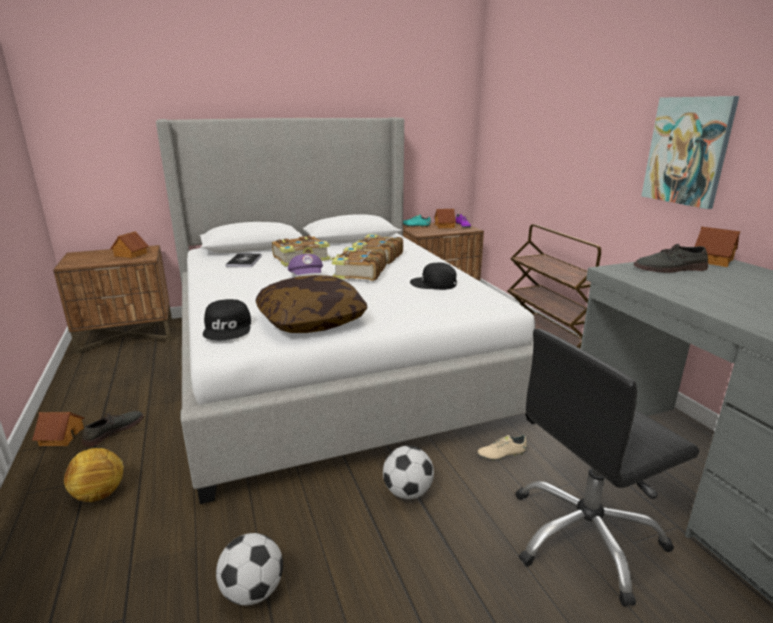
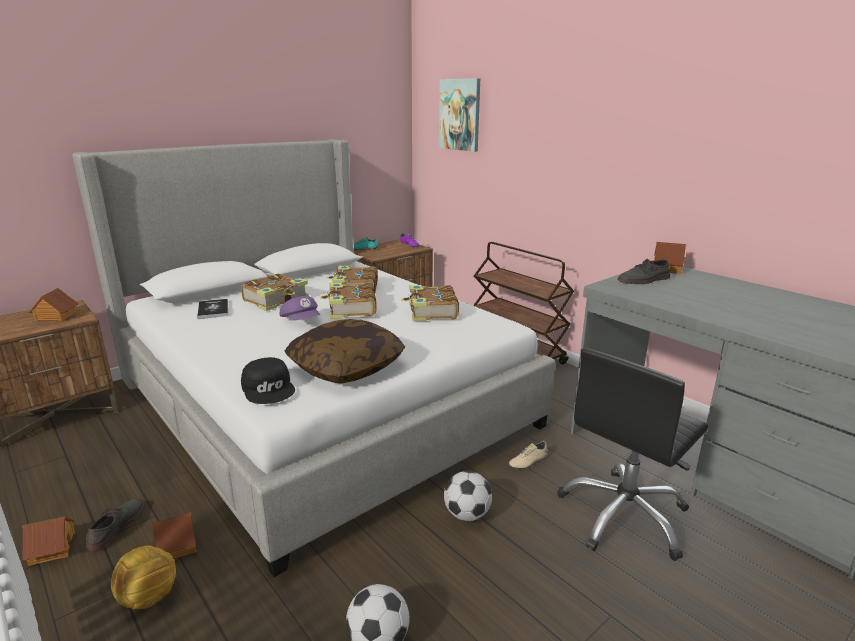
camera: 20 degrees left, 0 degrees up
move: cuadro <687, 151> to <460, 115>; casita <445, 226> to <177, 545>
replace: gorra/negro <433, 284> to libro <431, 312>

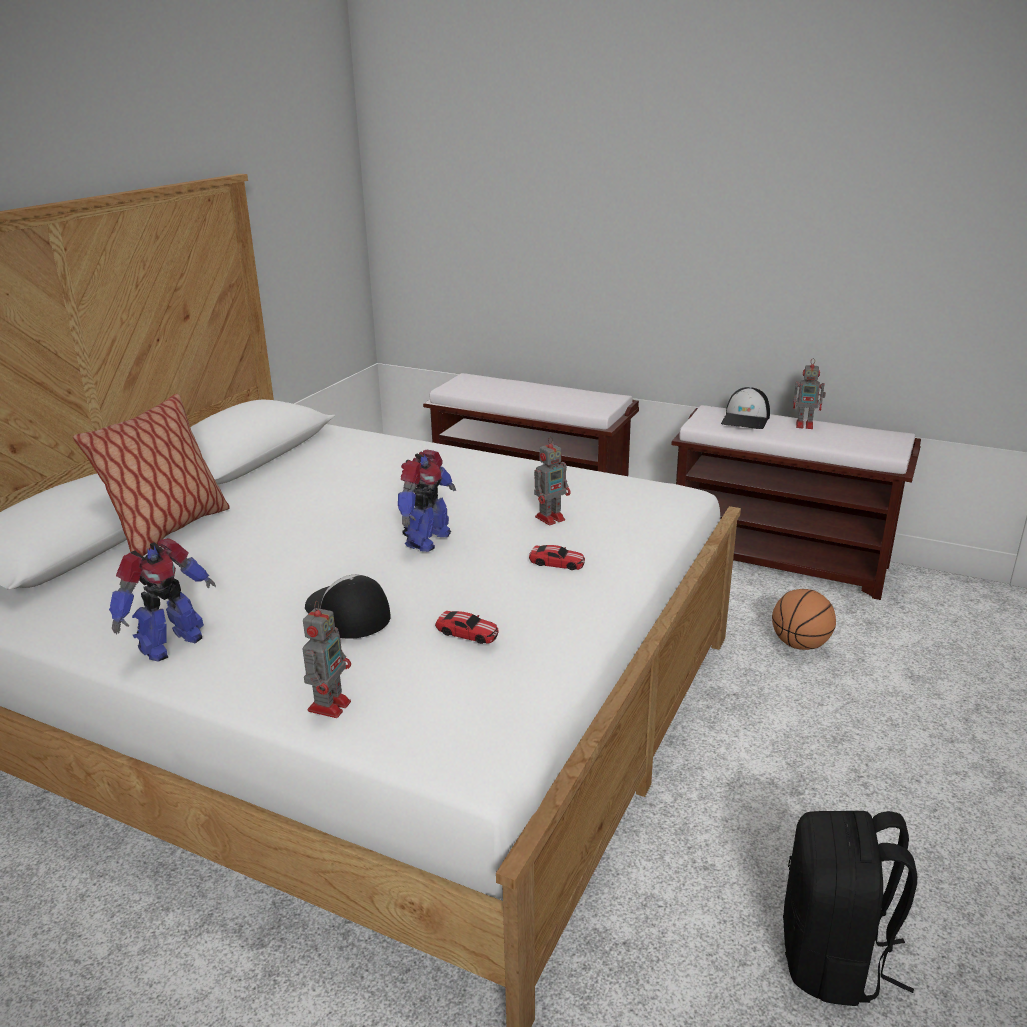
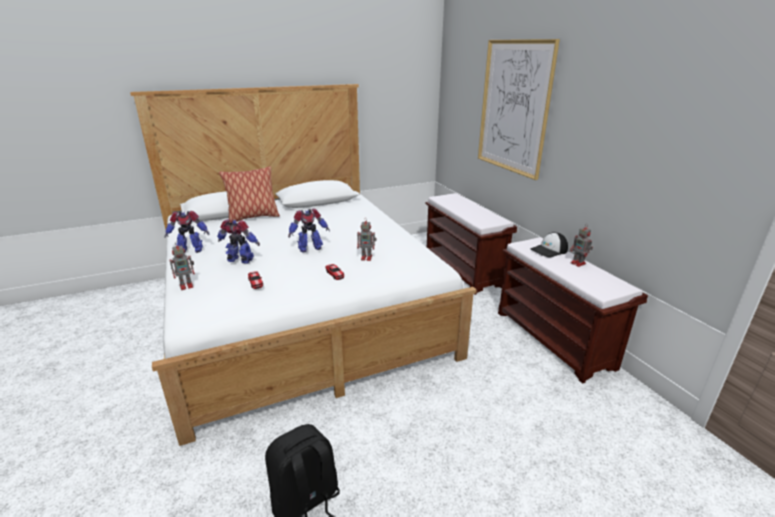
camera: 40 degrees right, 0 degrees up
delete: balón de baloncesto <800, 644>
insert: cuadro <514, 107>
replace: gorra <347, 612> to robot de juguete <240, 260>

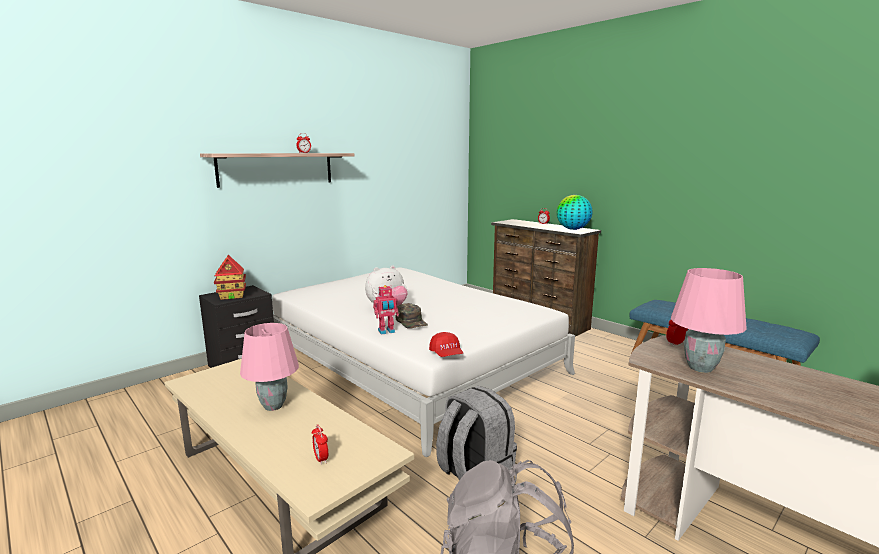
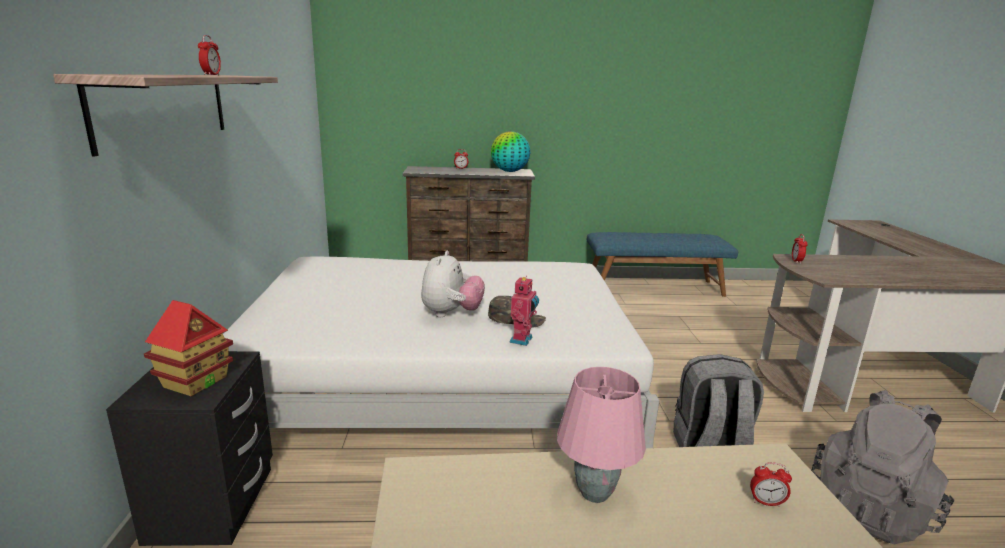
camera: 50 degrees left, 5 degrees up
delete: lámpara de mesa/rosa <701, 368>; gorra/rojo <446, 354>

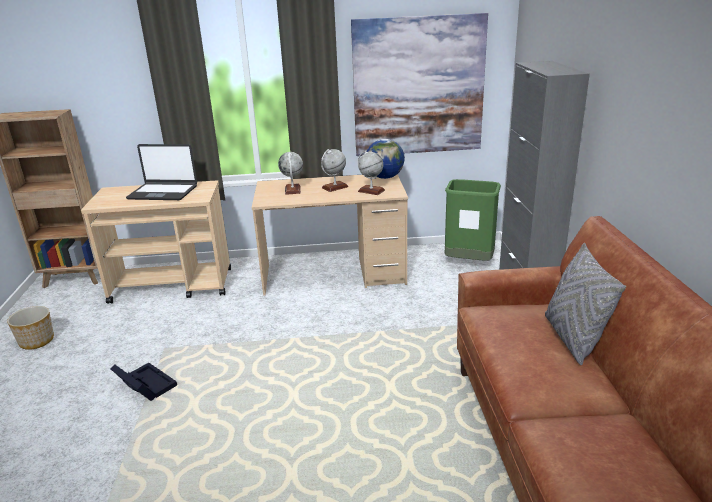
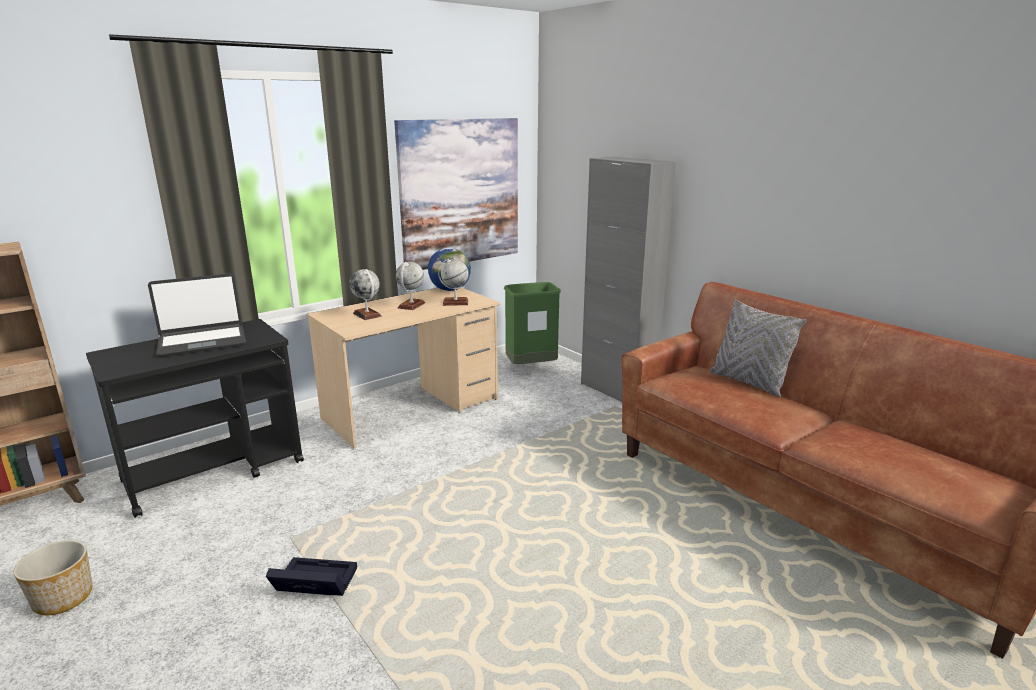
camera: 35 degrees left, 5 degrees down
recolor: carrito/beis <173, 286> to carrito/negro <215, 471>

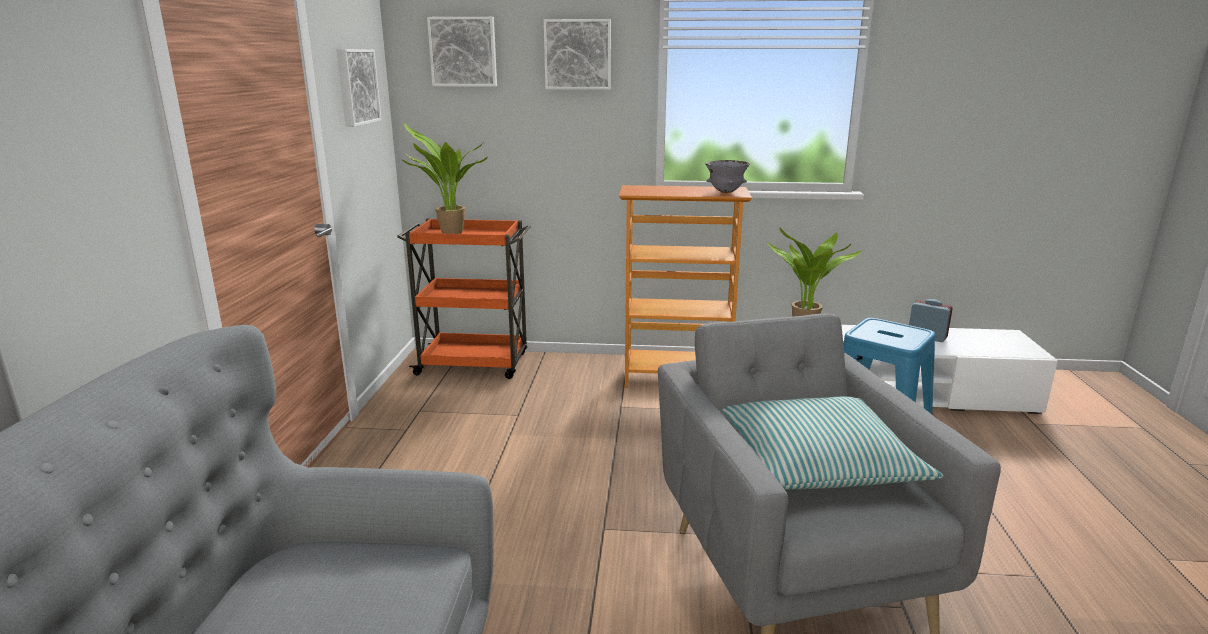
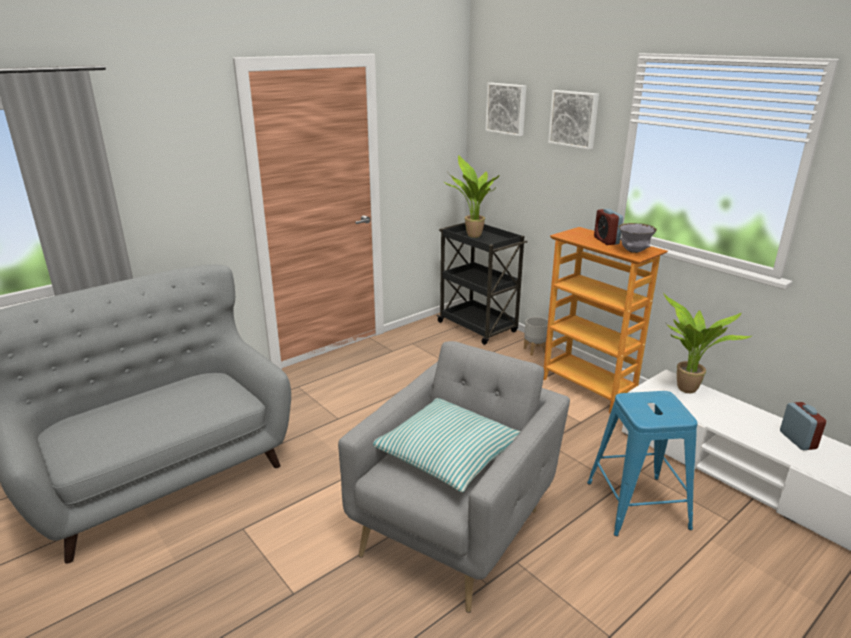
camera: 45 degrees right, 5 degrees up
delete: cuadro <356, 87>
insert: despertador <606, 241>; maceta/gris <535, 350>
recolor: carrito/naranja <475, 364> to carrito/negro <478, 327>

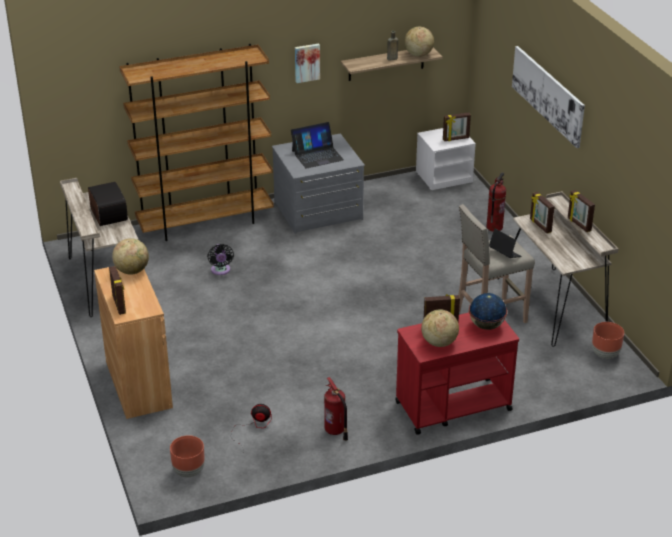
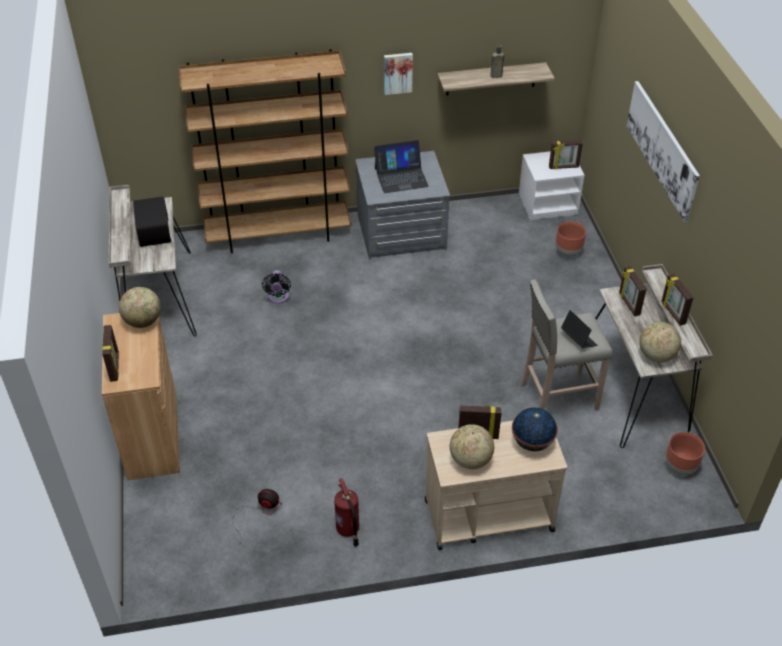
camera: 10 degrees right, 10 degrees up
delete: extintor <494, 227>
move: globo terráqueo <418, 55> to <656, 355>; maceta/marrón <188, 472> to <568, 252>
recolor: carrito/rojo <452, 406> to carrito/beis <487, 515>

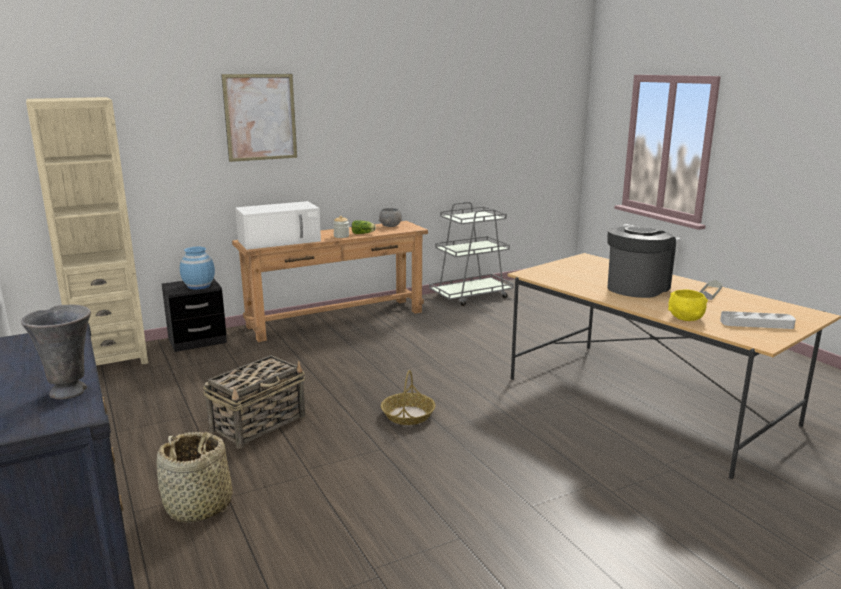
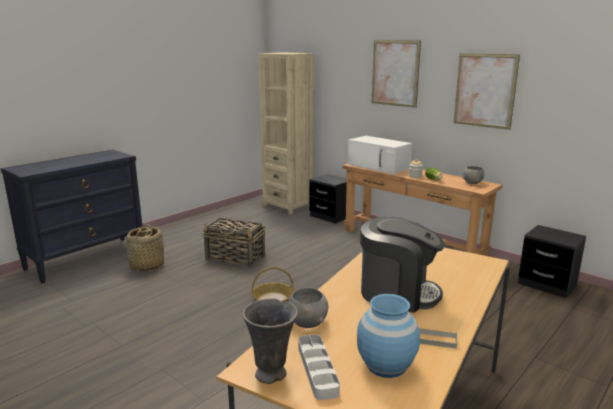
camera: 70 degrees right, 0 degrees up
insert: cuadro <485, 90>
move: florero/azul <198, 286> to <386, 365>; florero/gris <70, 391> to <272, 374>
replace: carrito/gris <471, 296> to mesita de noche/negro <547, 284>
recolor: cuenco/amarillo <685, 318> to cuenco/gris <308, 322>

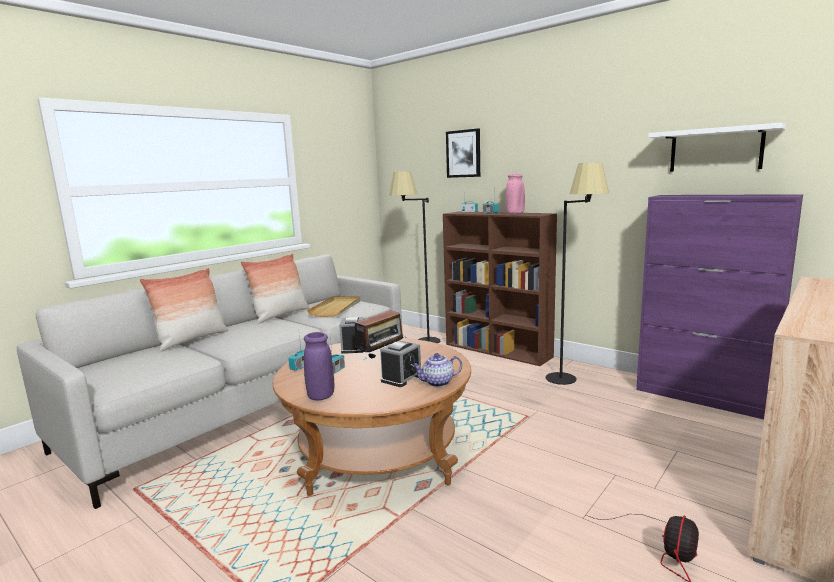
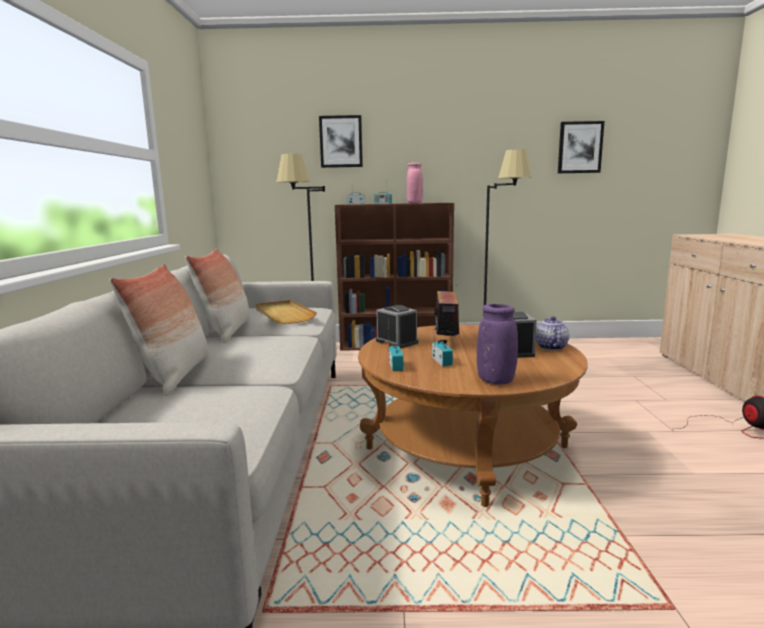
camera: 40 degrees left, 0 degrees up
delete: armario/morado <703, 398>
replace: estante/blanco <715, 150> to cuadro <580, 147>
rotate: tetera <437, 383> = <550, 347> 150 degrees clockwise

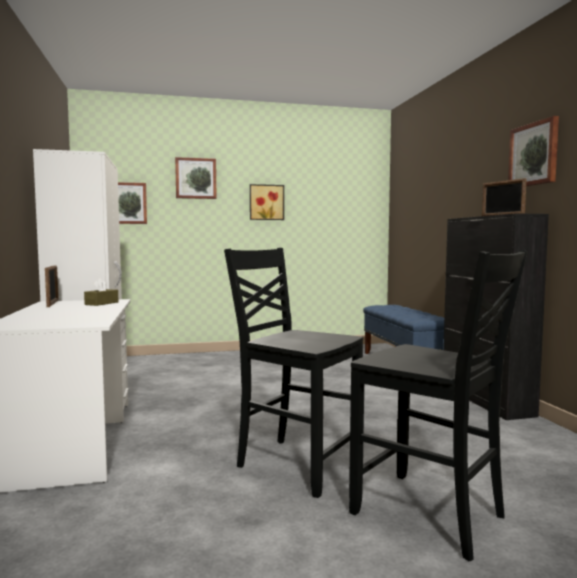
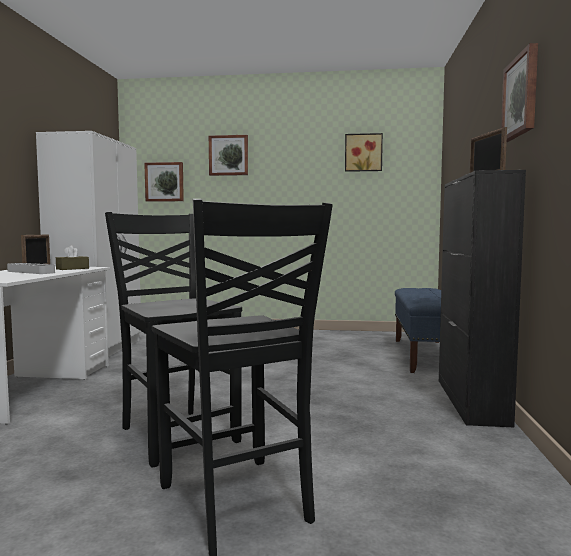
camera: 20 degrees right, 0 degrees up
insert: bandeja/gris <30, 272>
move: cuadro <266, 202> to <363, 152>

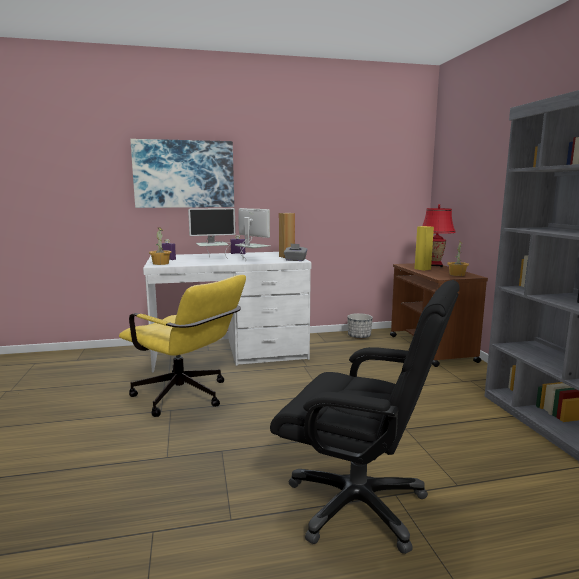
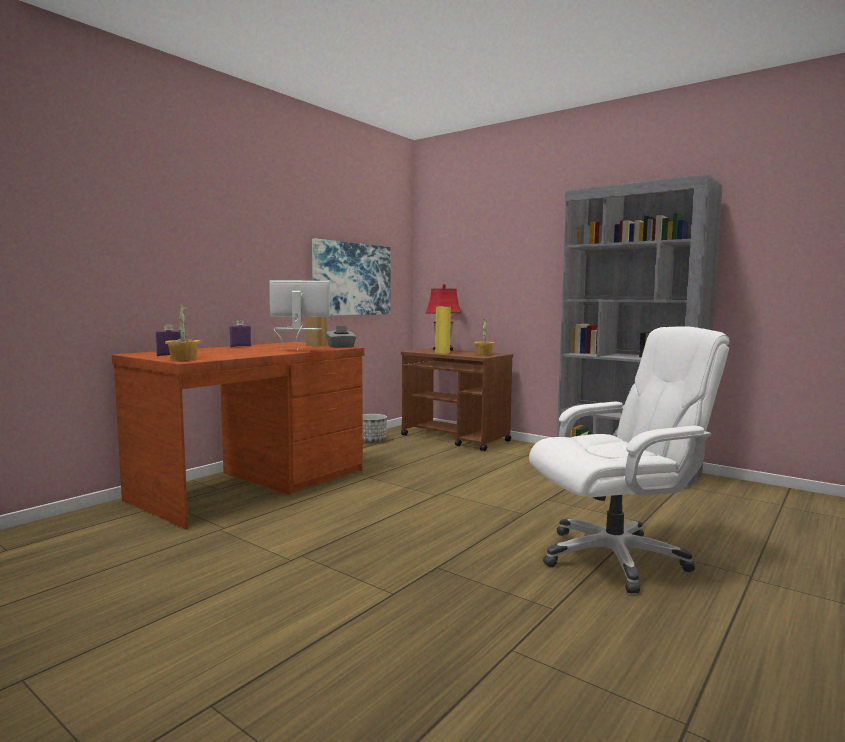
camera: 40 degrees left, 5 degrees down
delete: monitor <213, 260>; silla de oficina/amarillo <187, 397>
move: cuadro <184, 174> to <352, 279>
recolor: escritorio/blanco <230, 352> to escritorio/marrón <253, 484>; silla de oficina/negro <358, 504> to silla de oficina/blanco <614, 557>

